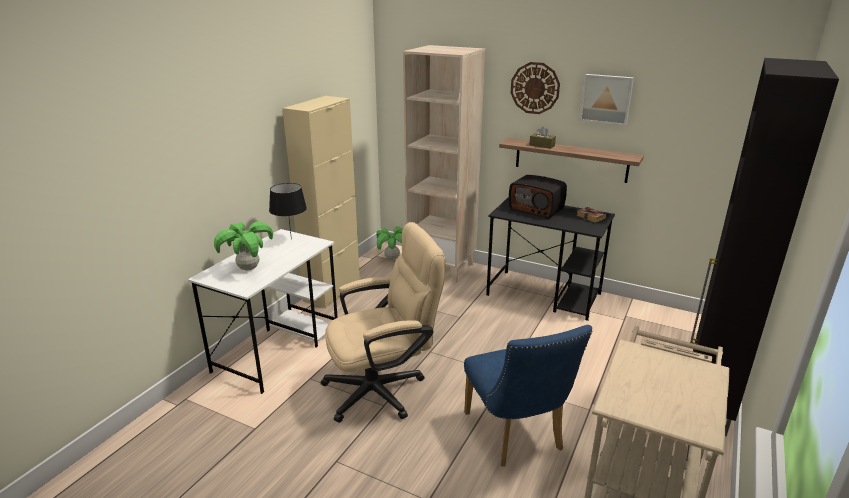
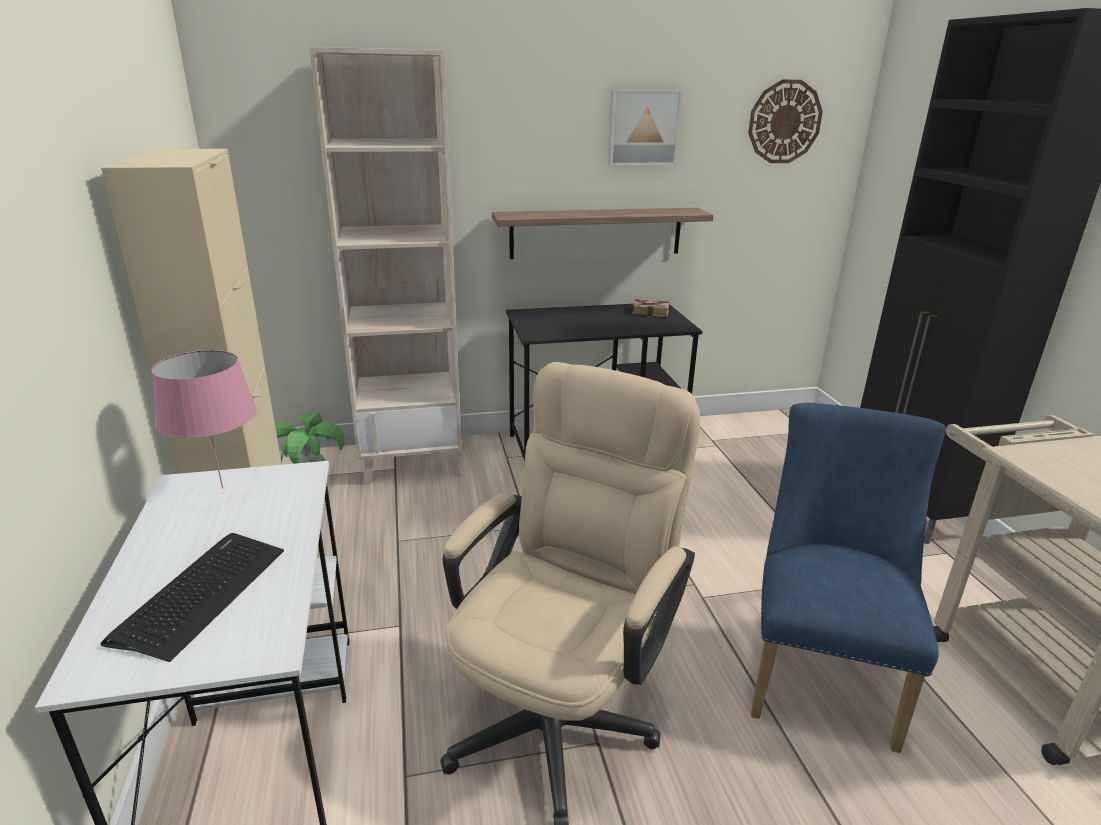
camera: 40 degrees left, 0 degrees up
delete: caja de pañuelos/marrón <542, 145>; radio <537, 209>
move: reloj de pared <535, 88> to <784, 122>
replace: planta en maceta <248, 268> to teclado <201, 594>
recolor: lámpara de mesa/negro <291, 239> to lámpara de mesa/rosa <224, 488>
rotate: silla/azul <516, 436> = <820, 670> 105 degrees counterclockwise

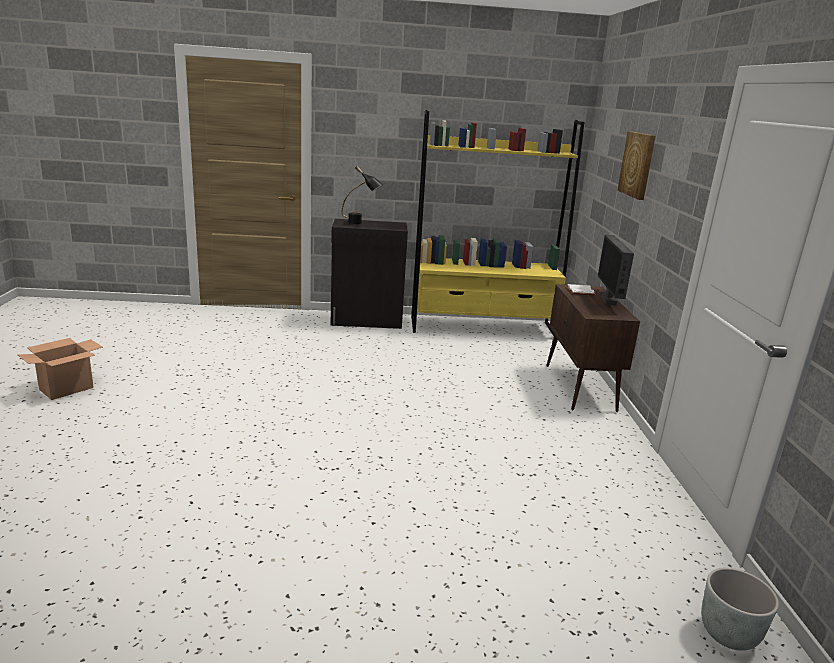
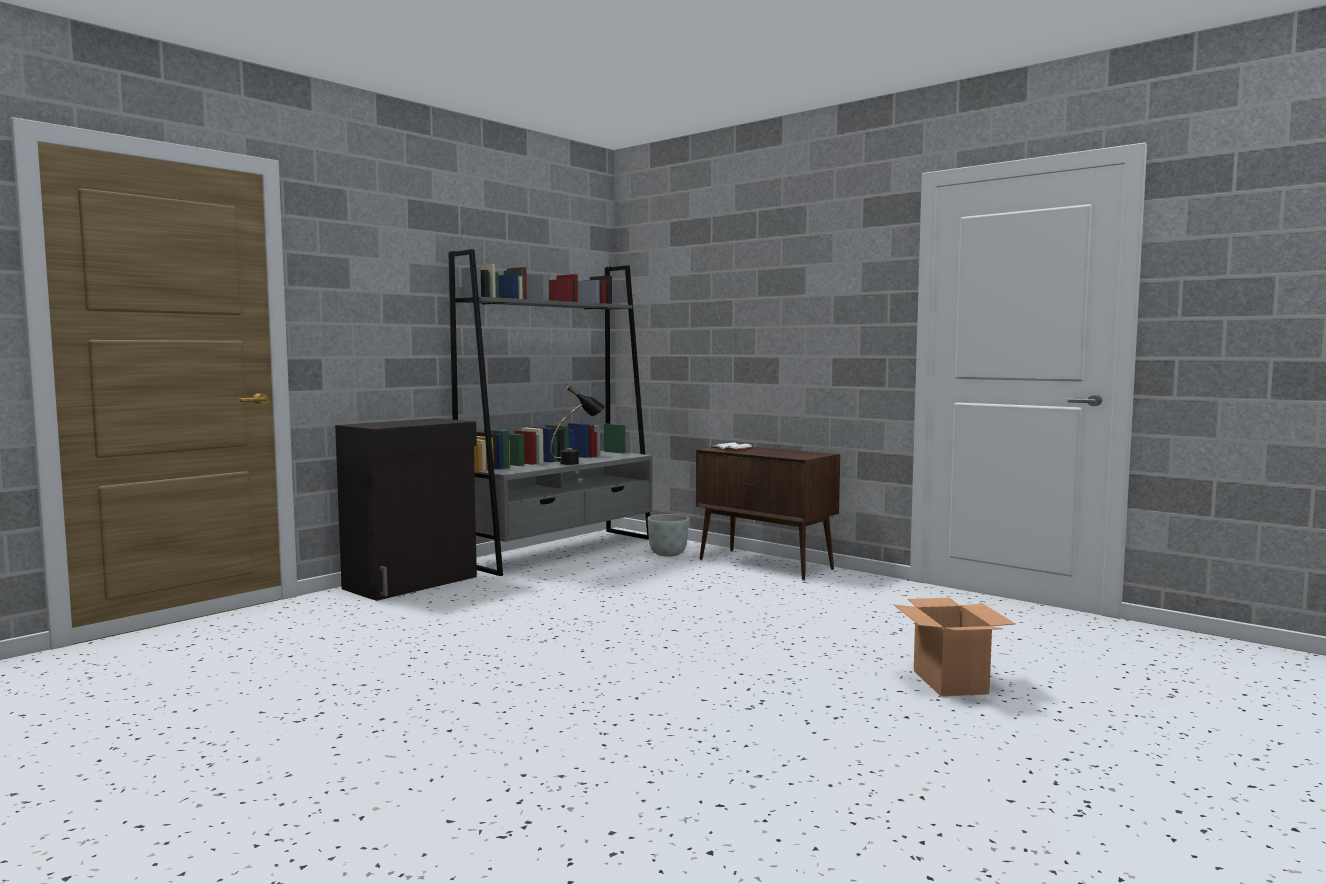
camera: 45 degrees left, 15 degrees down
delete: cuadro <638, 164>; monitor <609, 300>
move: lámpara de mesa/negro <361, 223> to <578, 463>; caja de cartón <67, 388> to <949, 682>; maceta/gris <729, 635> to <668, 554>
recolor: estantería/amarillo <483, 327> to estantería/gris <561, 551>

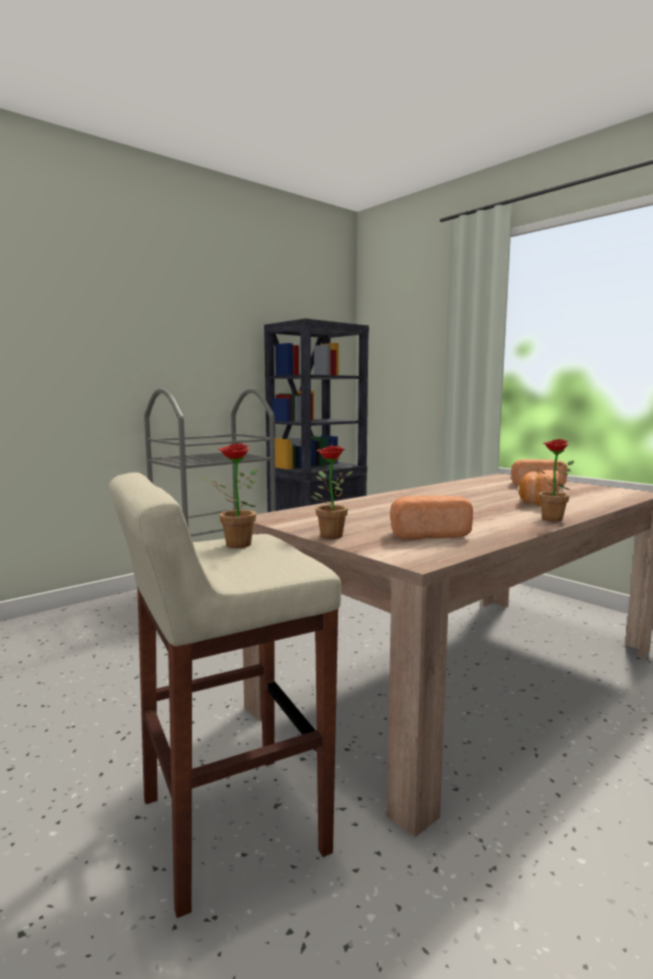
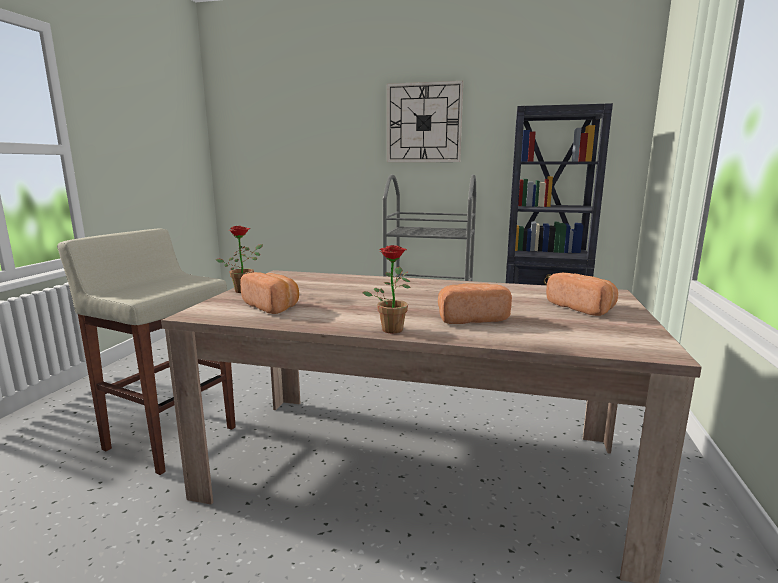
camera: 55 degrees right, 5 degrees up
delete: planta en maceta <232, 544>
insert: reloj de pared <424, 123>

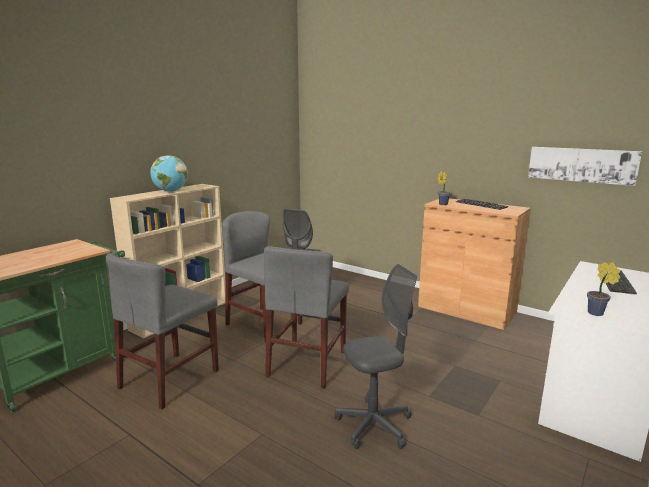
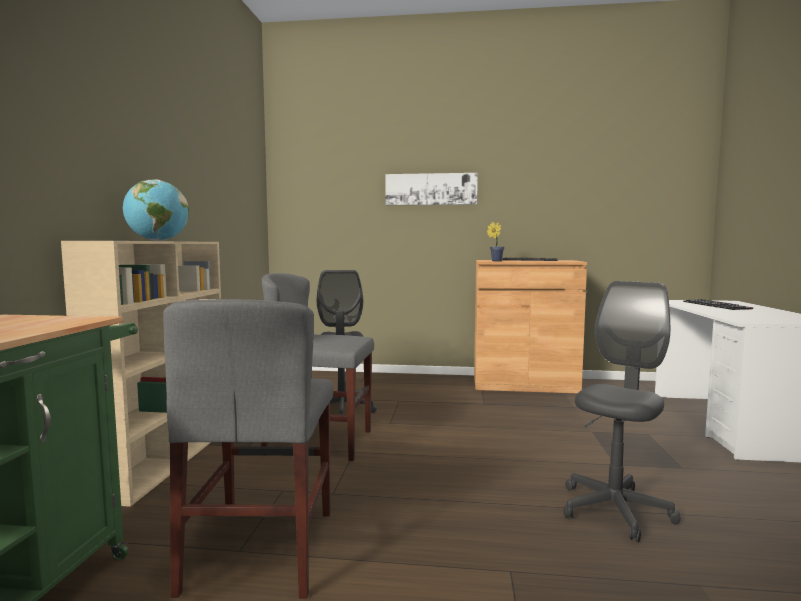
camera: 30 degrees left, 10 degrees down
delete: silla/gris <307, 363>; planta en maceta <597, 314>
move: cuadro <581, 165> to <431, 189>

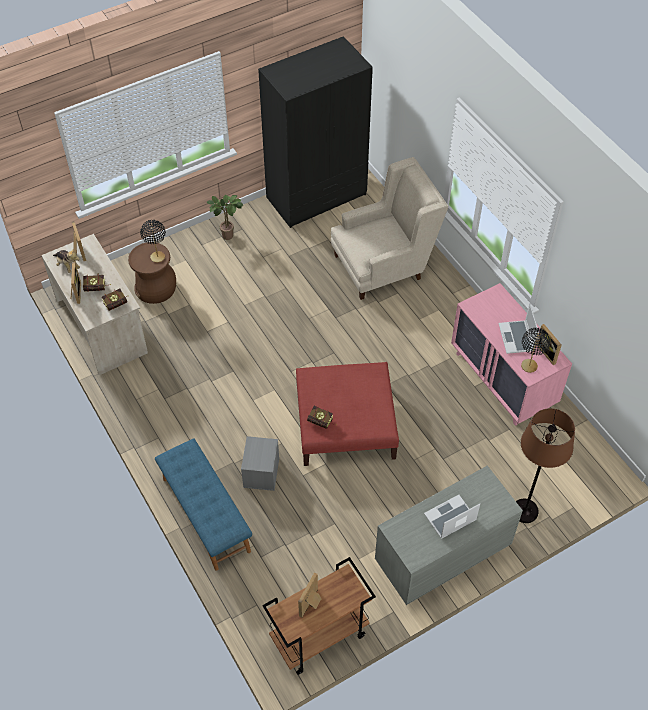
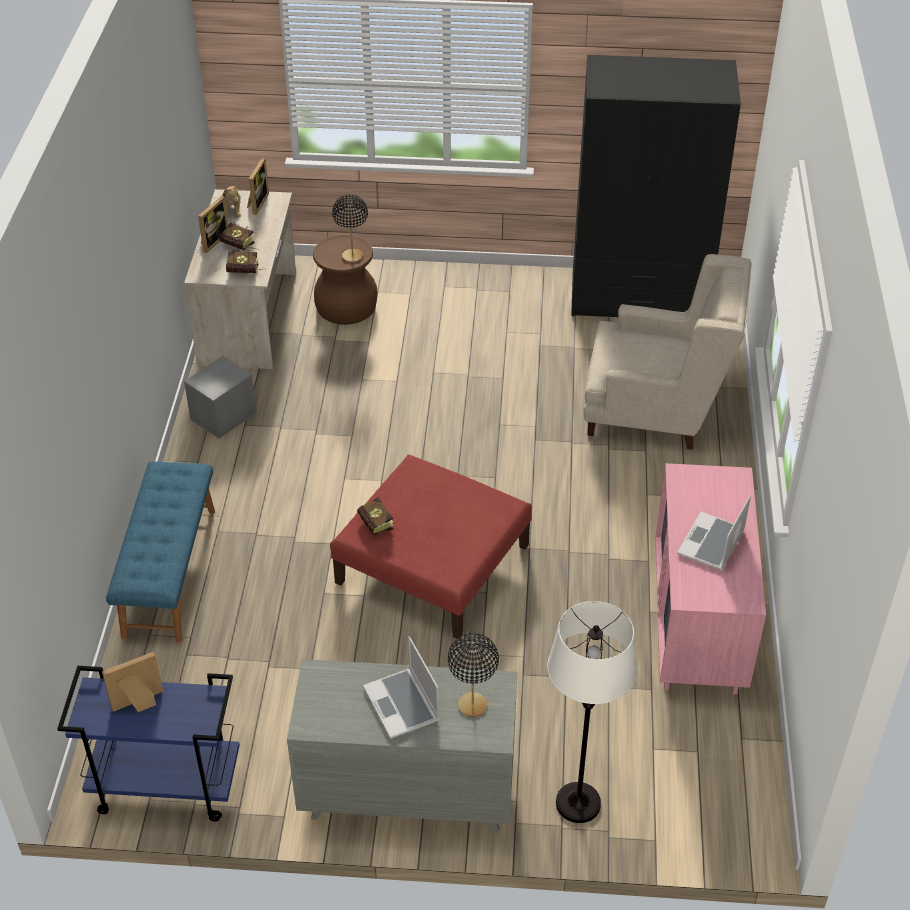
camera: 35 degrees right, 10 degrees down
delete: planta en maceta <229, 235>; portarretratos <548, 353>
move: lámpara de mesa/negro <529, 366> to <472, 705>; caja de almacenaje/gris <261, 473> to <223, 416>
recolor: lámpara de pie/marrón <524, 511> to lámpara de pie/blanco <577, 803>; carrito/marrón <319, 637> to carrito/azul <165, 787>
rotate: portátil <450, 518> = <402, 705> 120 degrees counterclockwise

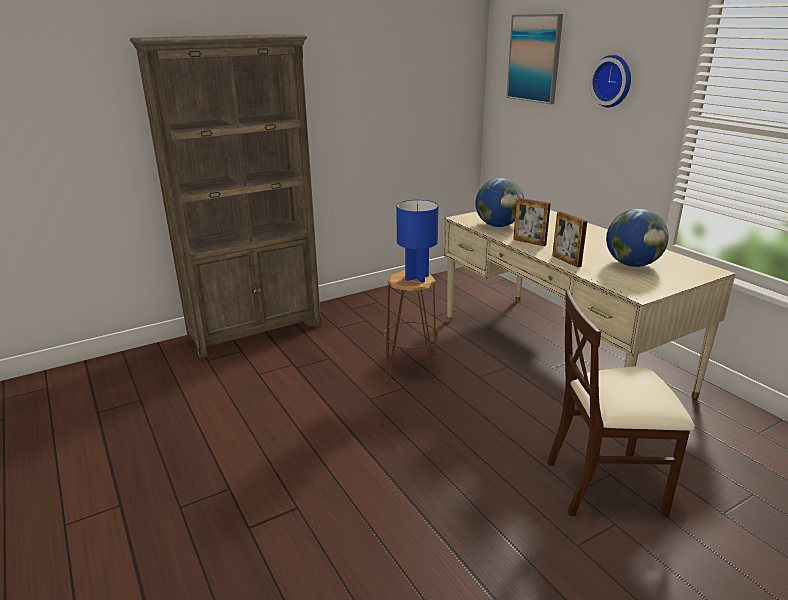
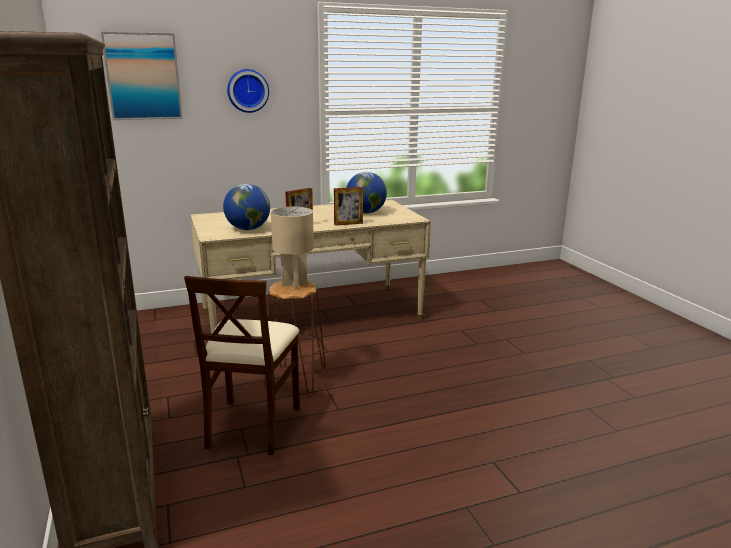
camera: 80 degrees left, 5 degrees down
move: silla/beis <605, 485> to <252, 425>
recolor: lámpara de mesa/azul <417, 278> to lámpara de mesa/beis <294, 284>

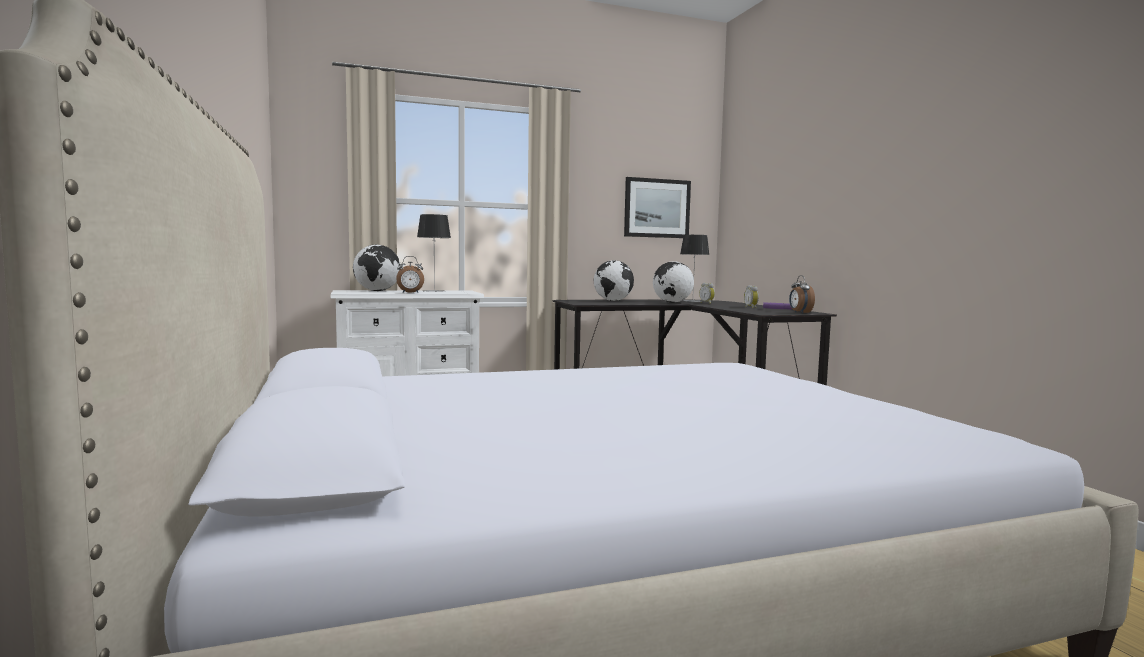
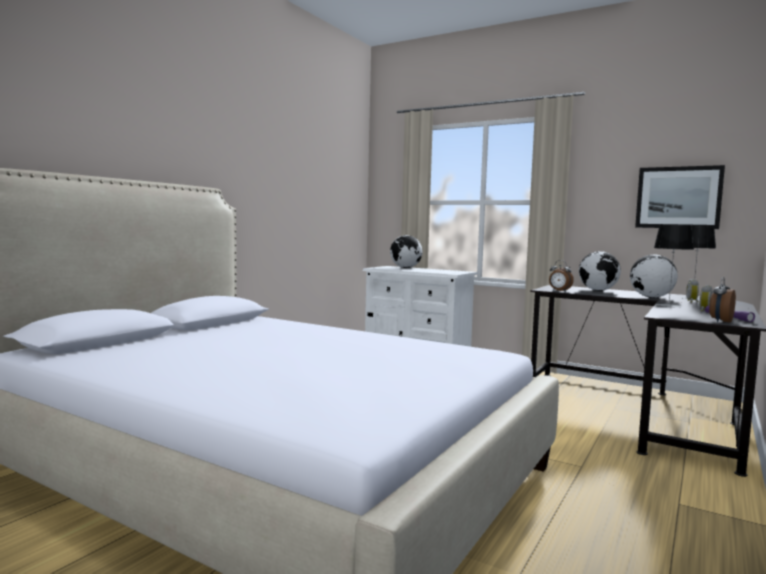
camera: 50 degrees right, 0 degrees up
move: lámpara de mesa <434, 291> to <668, 305>; despertador <410, 293> to <559, 291>

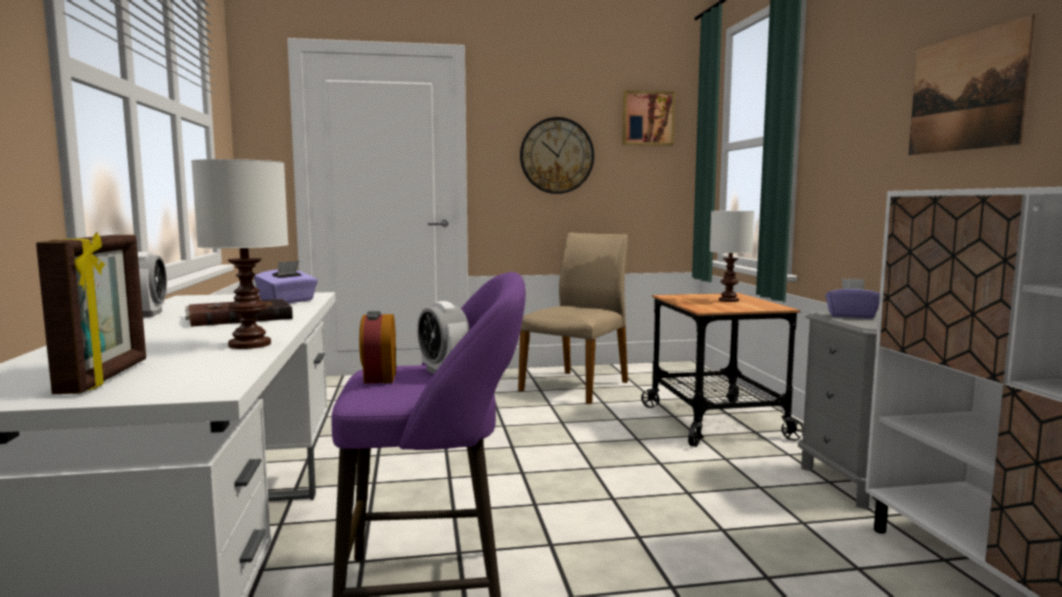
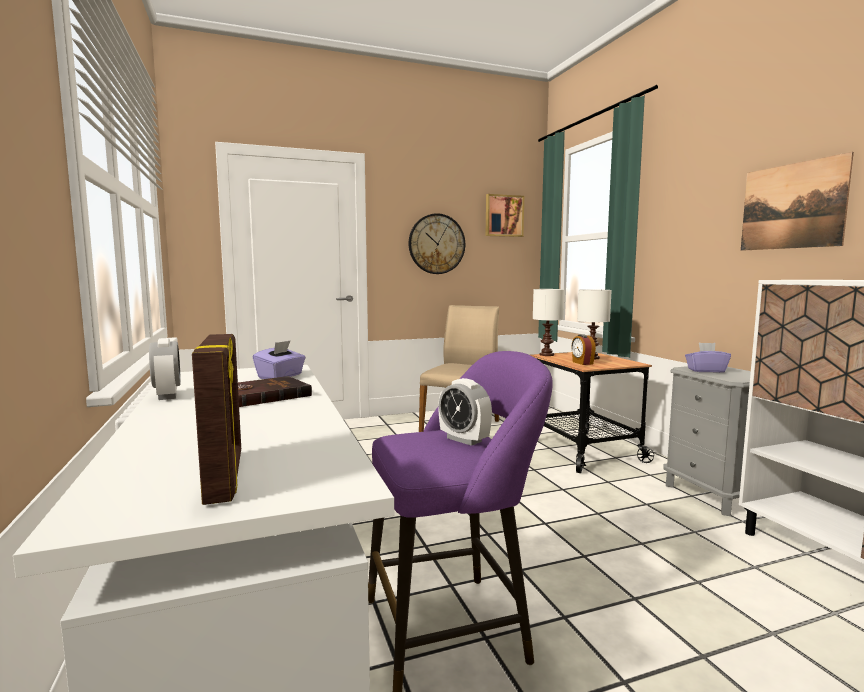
camera: 10 degrees left, 0 degrees up
move: lámpara de mesa/blanco <249, 345> to <547, 355>; despertador <379, 377> to <582, 363>

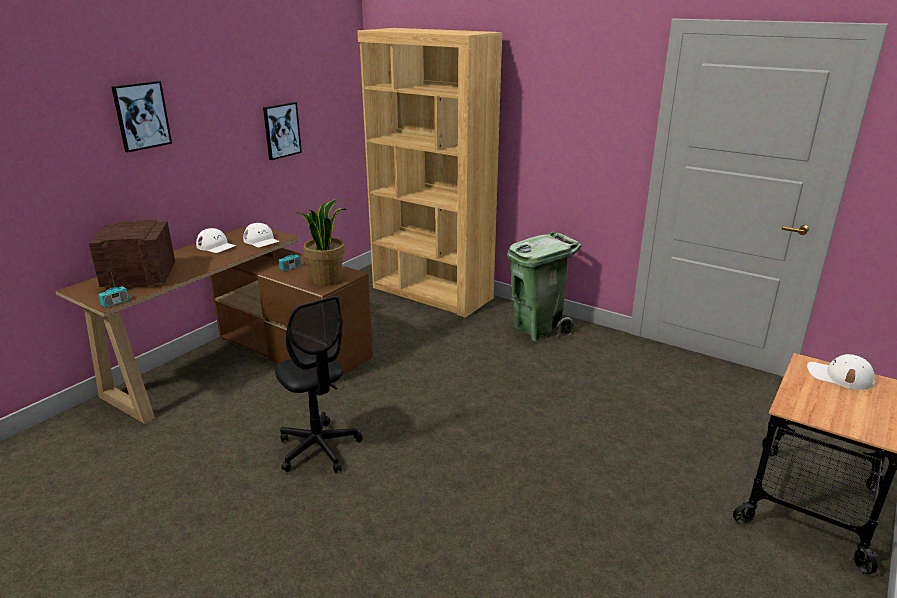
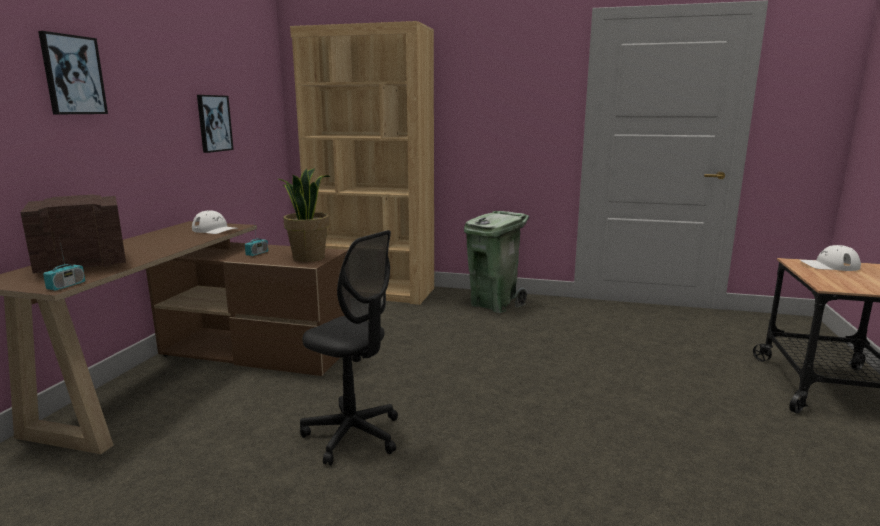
camera: 20 degrees left, 10 degrees down
delete: gorra/blanco <216, 246>

